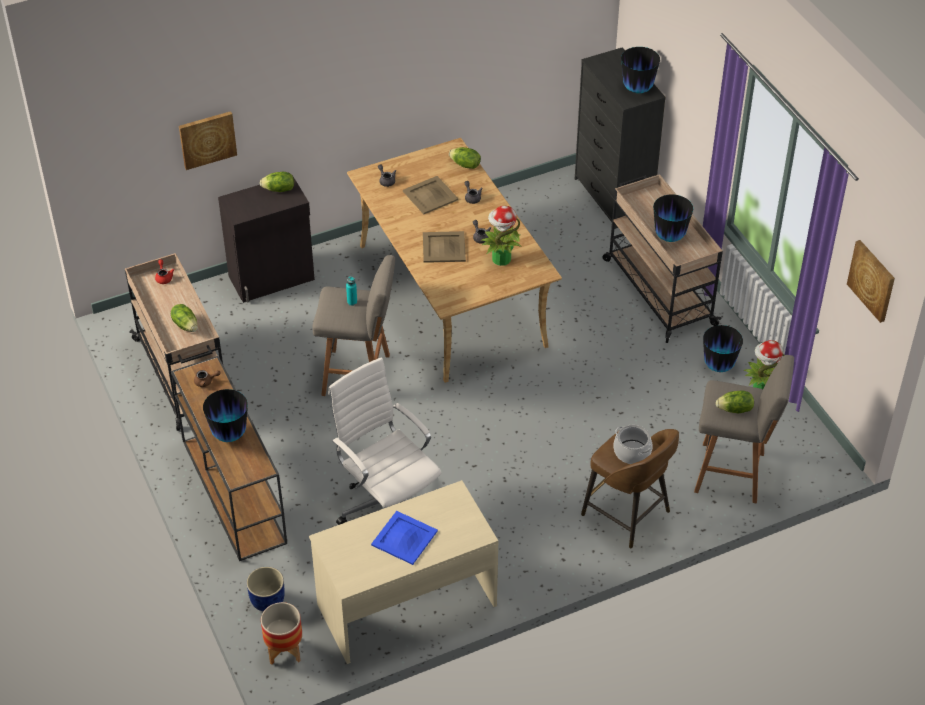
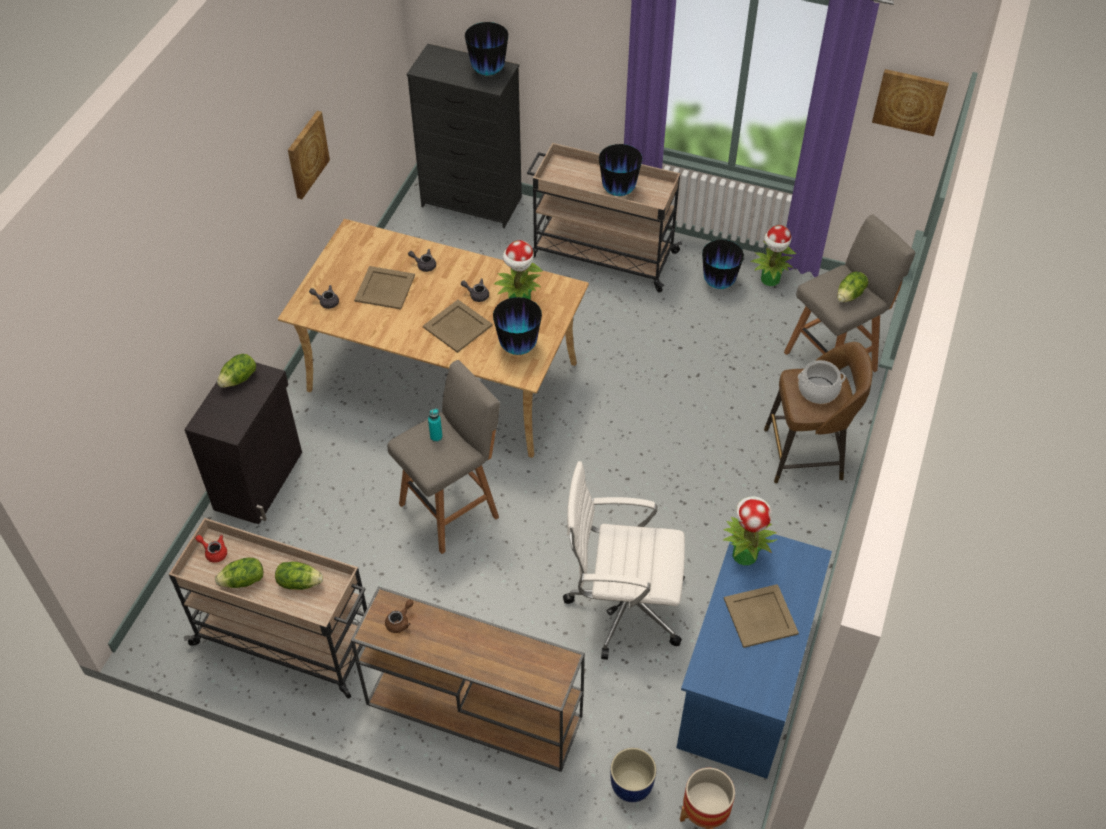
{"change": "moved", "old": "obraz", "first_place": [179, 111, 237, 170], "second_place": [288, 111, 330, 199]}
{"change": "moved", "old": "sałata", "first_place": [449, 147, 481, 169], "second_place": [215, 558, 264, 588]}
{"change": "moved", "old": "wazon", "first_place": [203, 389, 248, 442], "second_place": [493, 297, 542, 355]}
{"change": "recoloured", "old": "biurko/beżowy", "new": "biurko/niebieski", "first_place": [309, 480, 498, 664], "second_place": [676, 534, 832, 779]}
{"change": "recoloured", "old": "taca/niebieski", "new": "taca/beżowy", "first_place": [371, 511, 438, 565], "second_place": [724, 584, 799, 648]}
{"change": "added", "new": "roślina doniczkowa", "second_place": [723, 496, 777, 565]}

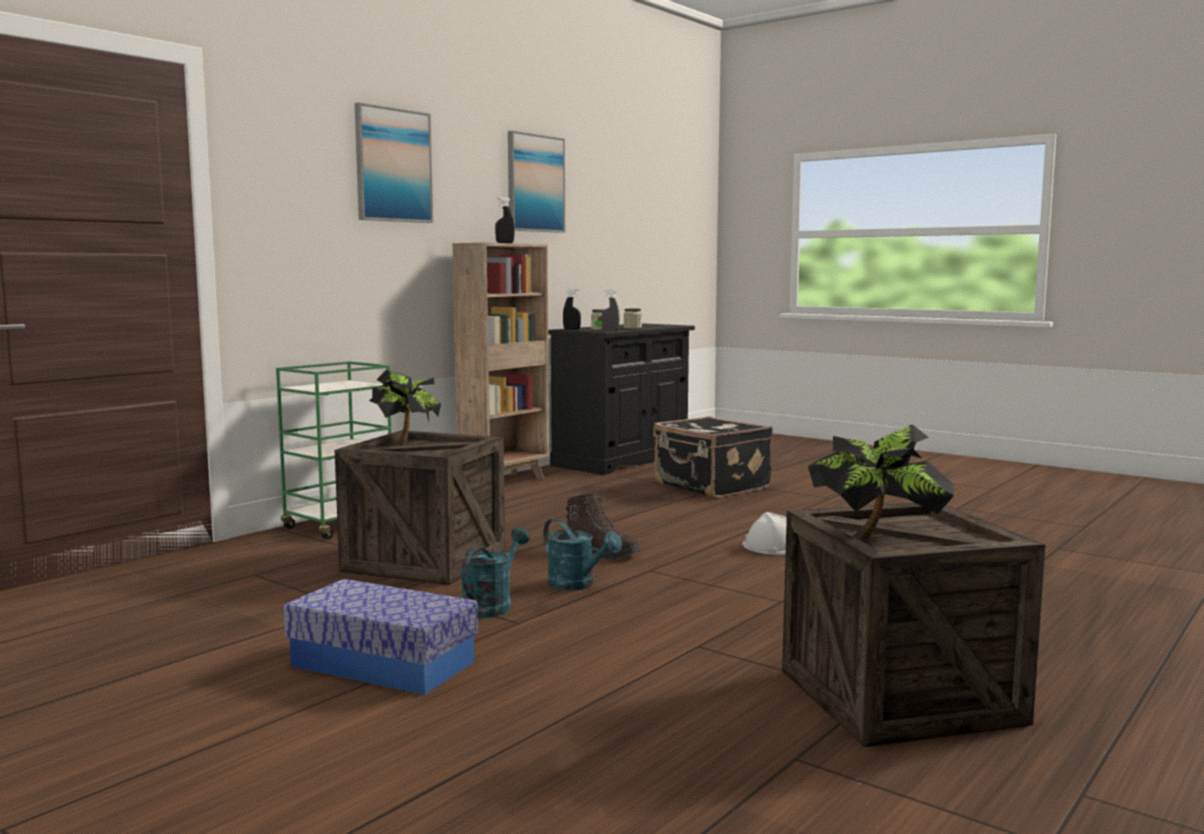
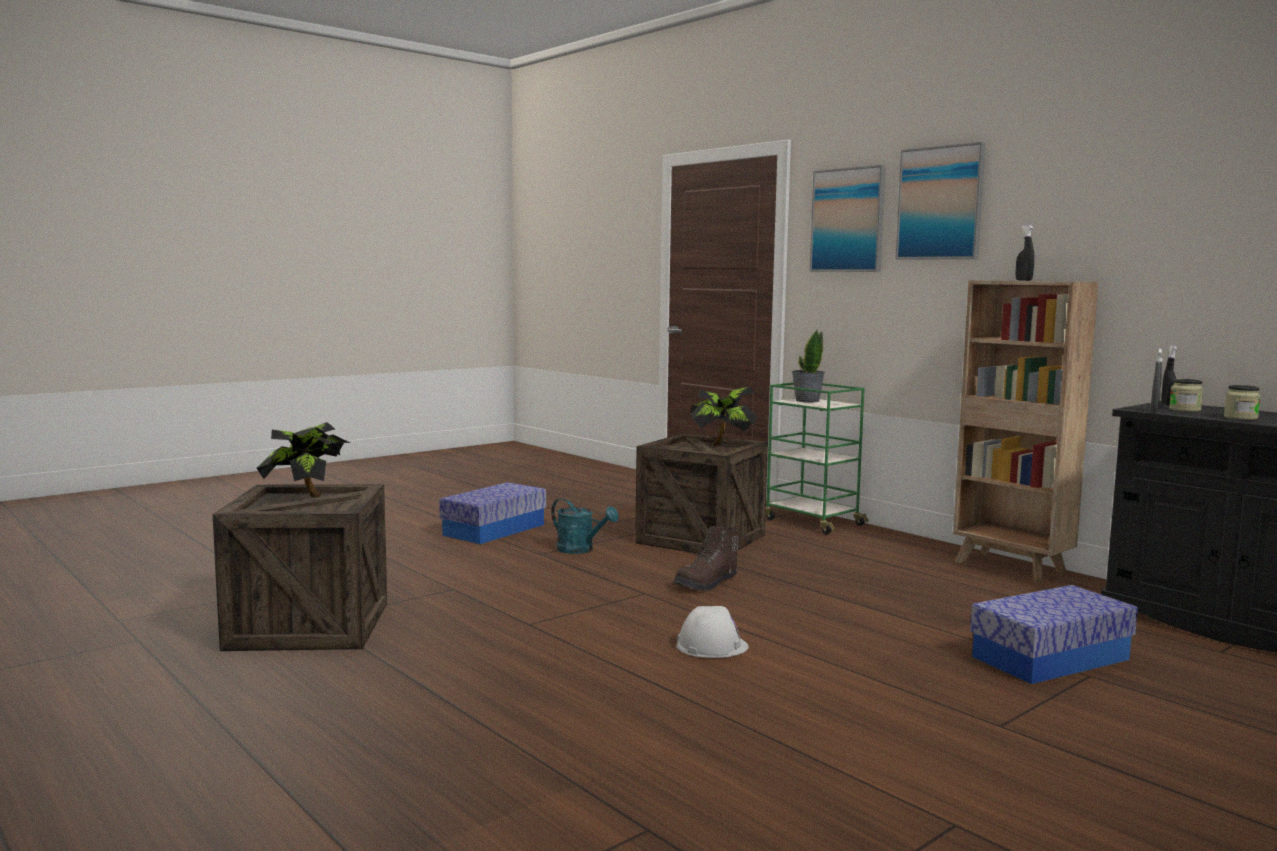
{"change": "moved", "old": "obraz", "first_place": [508, 131, 565, 233], "second_place": [810, 165, 886, 272]}
{"change": "replaced", "old": "walizka/czarny", "new": "pojemnik do przechowywania", "first_place": [653, 416, 773, 498], "second_place": [970, 585, 1138, 684]}
{"change": "removed", "old": "konewka/turkusowy", "first_place": [543, 518, 622, 591]}
{"change": "added", "new": "roślina doniczkowa", "second_place": [792, 330, 825, 402]}

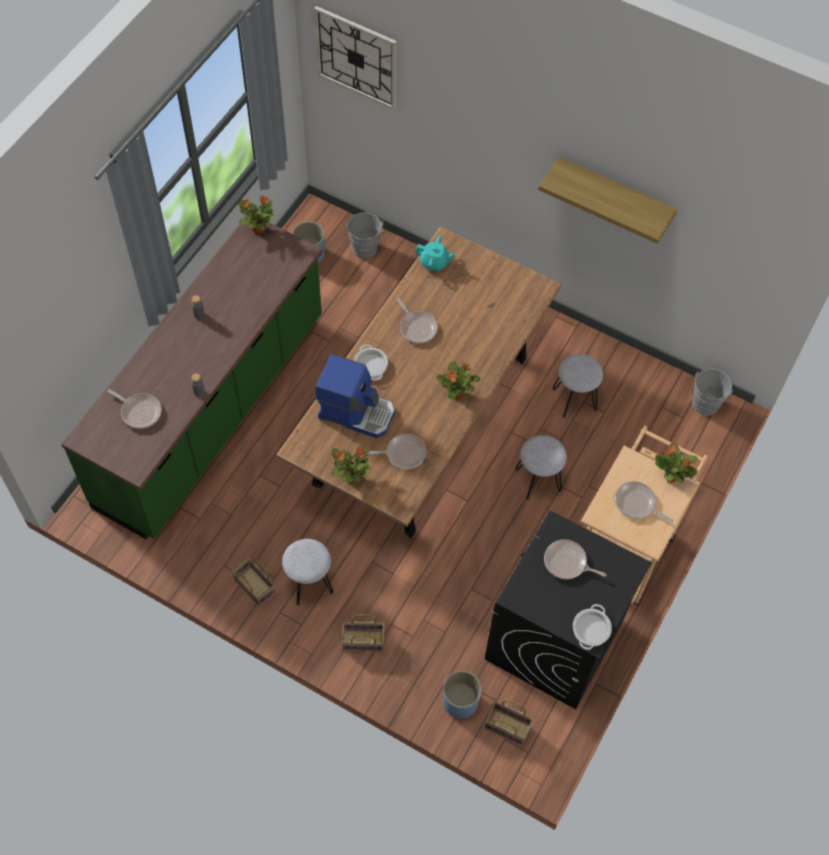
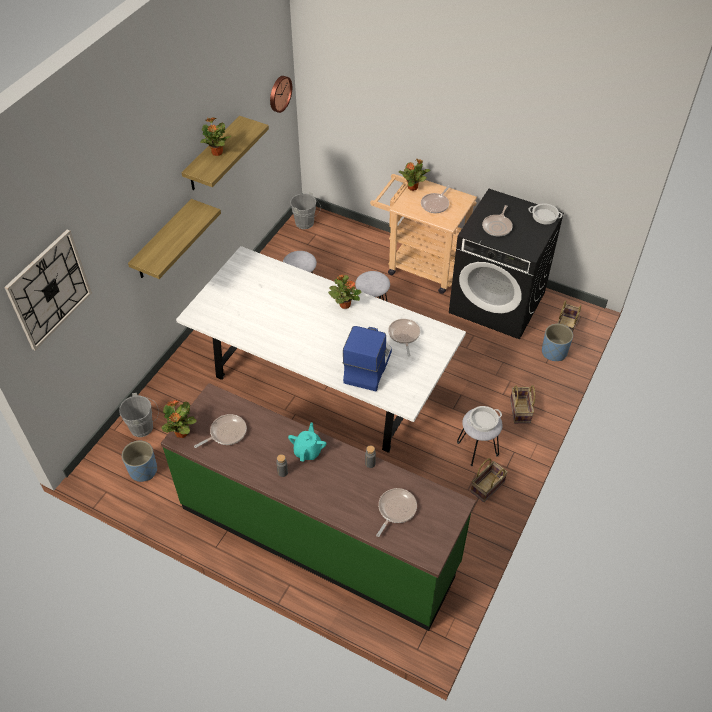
{"change": "recoloured", "old": "stół jadalny/brązowy", "new": "stół jadalny/biały", "first_place": [276, 227, 562, 538], "second_place": [176, 246, 466, 453]}
{"change": "moved", "old": "imbryk/turkusowy", "first_place": [415, 236, 456, 271], "second_place": [288, 422, 326, 462]}
{"change": "moved", "old": "patelnia", "first_place": [396, 298, 438, 343], "second_place": [194, 414, 247, 448]}
{"change": "moved", "old": "garnek", "first_place": [354, 344, 388, 381], "second_place": [467, 406, 502, 432]}
{"change": "moved", "old": "roślina doniczkowa", "first_place": [331, 447, 371, 483], "second_place": [200, 117, 231, 156]}
{"change": "added", "new": "zegar ścienny", "second_place": [270, 76, 292, 113]}
{"change": "added", "new": "półka", "second_place": [128, 199, 221, 279]}

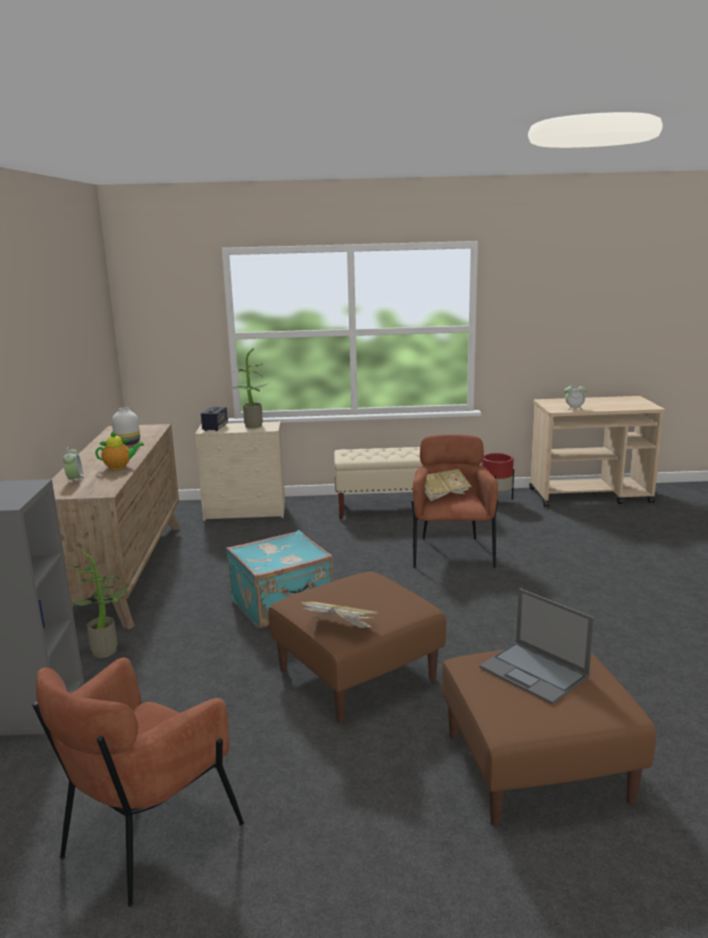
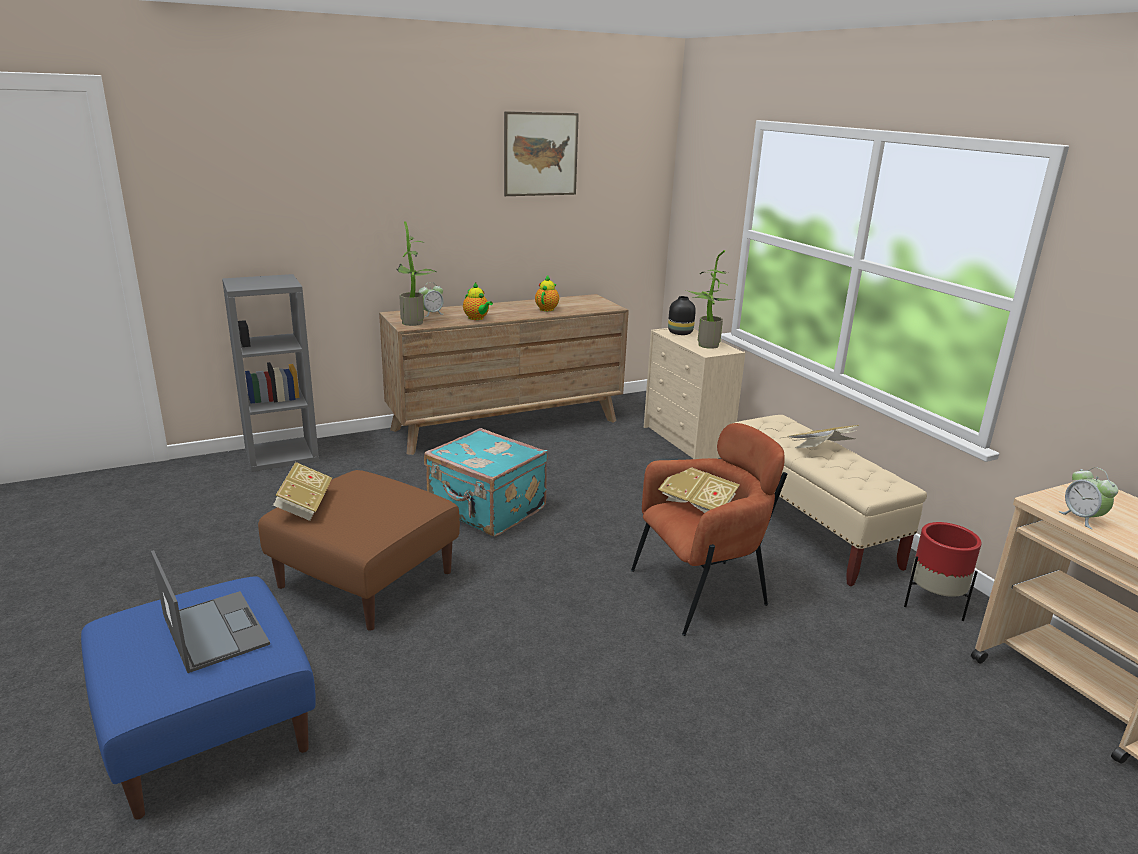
{"change": "replaced", "old": "głośnik", "new": "wazon/czarny", "first_place": [201, 407, 228, 431], "second_place": [668, 296, 696, 335]}
{"change": "replaced", "old": "wazon/biały", "new": "imbryk", "first_place": [112, 408, 140, 446], "second_place": [535, 275, 559, 311]}
{"change": "moved", "old": "roślina doniczkowa", "first_place": [67, 550, 129, 658], "second_place": [396, 221, 437, 326]}
{"change": "turned", "old": "laptop", "first_place": [479, 588, 594, 704], "second_place": [151, 550, 270, 673], "degrees": 120}
{"change": "recoloured", "old": "pufa/brązowy", "new": "pufa/niebieski", "first_place": [442, 650, 656, 827], "second_place": [81, 576, 316, 820]}
{"change": "removed", "old": "fotel/brązowy", "first_place": [32, 658, 244, 907]}
{"change": "added", "new": "obraz", "second_place": [504, 111, 579, 196]}
{"change": "added", "new": "książka", "second_place": [787, 425, 858, 448]}

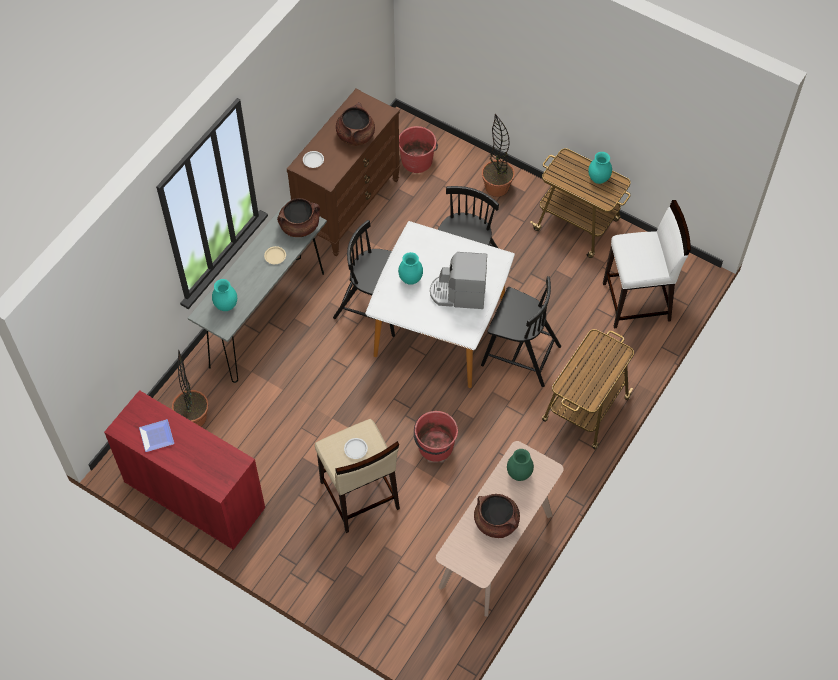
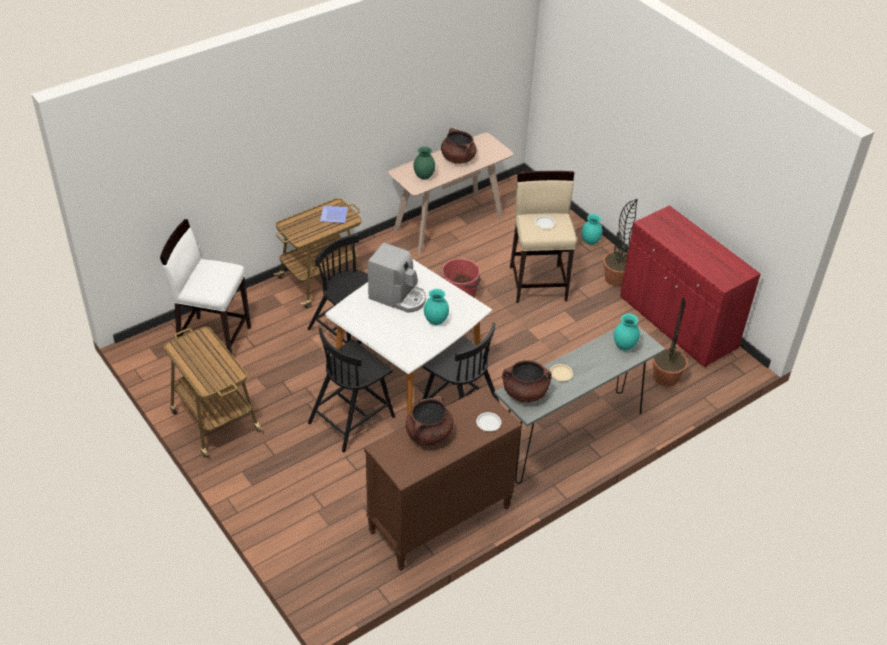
{"change": "moved", "old": "roślina doniczkowa", "first_place": [482, 114, 515, 197], "second_place": [604, 199, 638, 287]}
{"change": "removed", "old": "wiadro/czerwony", "first_place": [399, 126, 438, 173]}
{"change": "moved", "old": "wazon/turkusowy", "first_place": [588, 152, 612, 184], "second_place": [582, 214, 603, 245]}
{"change": "moved", "old": "talerz", "first_place": [139, 419, 174, 452], "second_place": [320, 206, 348, 223]}

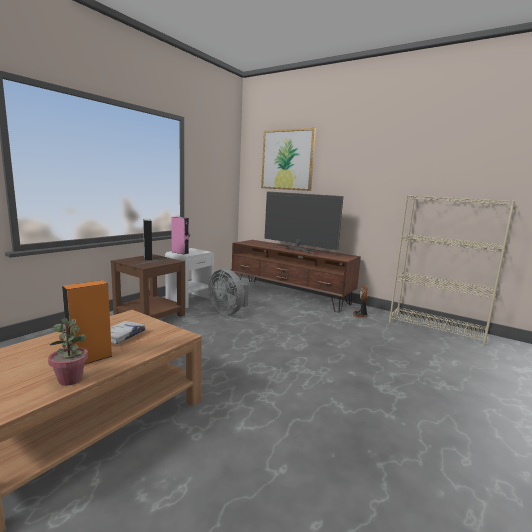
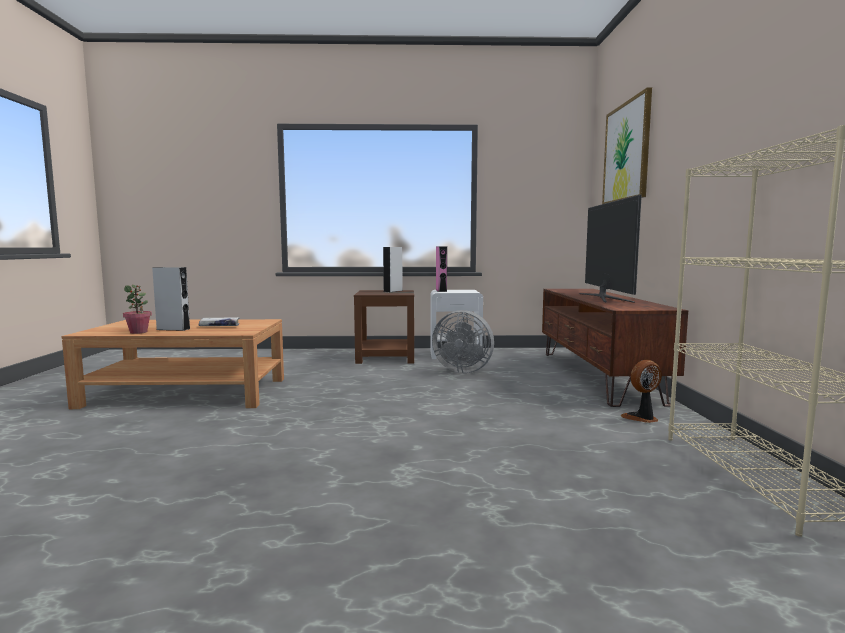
{"change": "turned", "old": "wentylator/szary", "first_place": [208, 269, 249, 315], "second_place": [432, 310, 494, 373], "degrees": -75}
{"change": "recoloured", "old": "głośnik/pomarańczowy", "new": "głośnik/szary", "first_place": [62, 280, 112, 365], "second_place": [152, 267, 190, 331]}

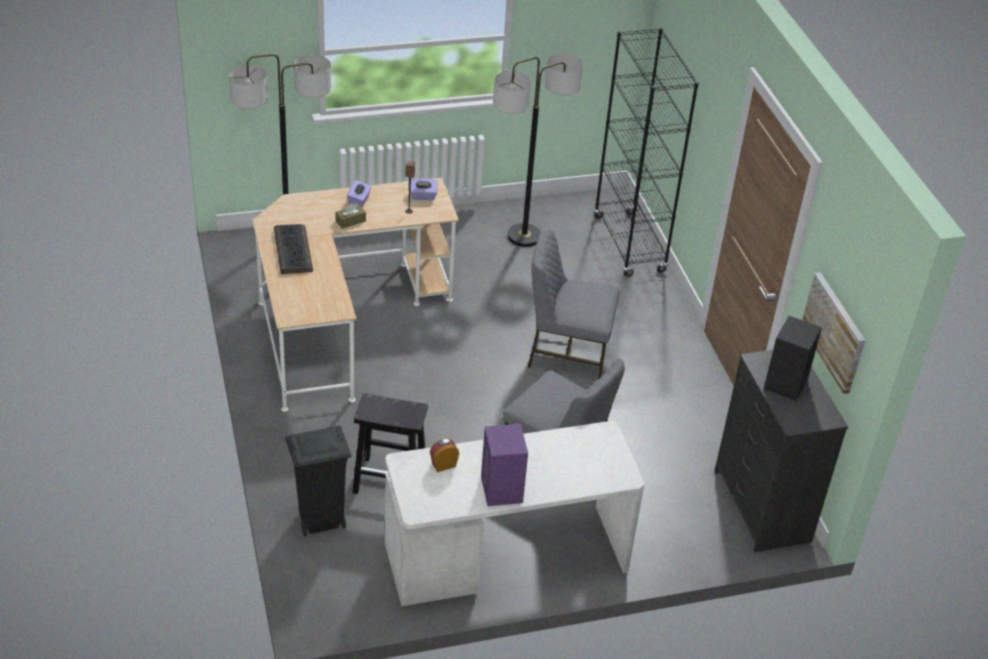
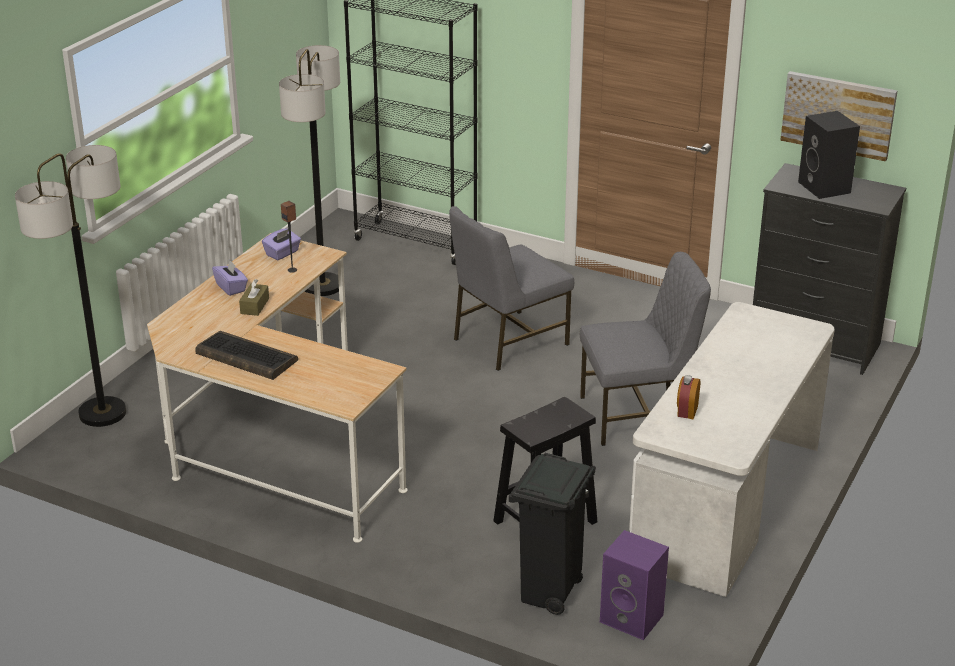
{"change": "moved", "old": "głośnik/fioletowy", "first_place": [481, 424, 528, 506], "second_place": [600, 530, 669, 640]}

